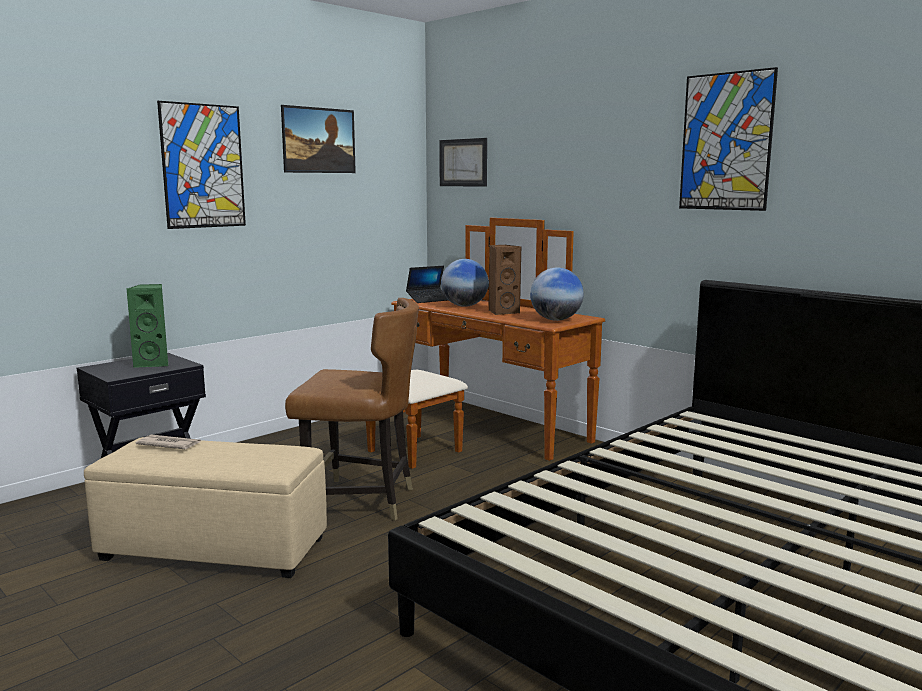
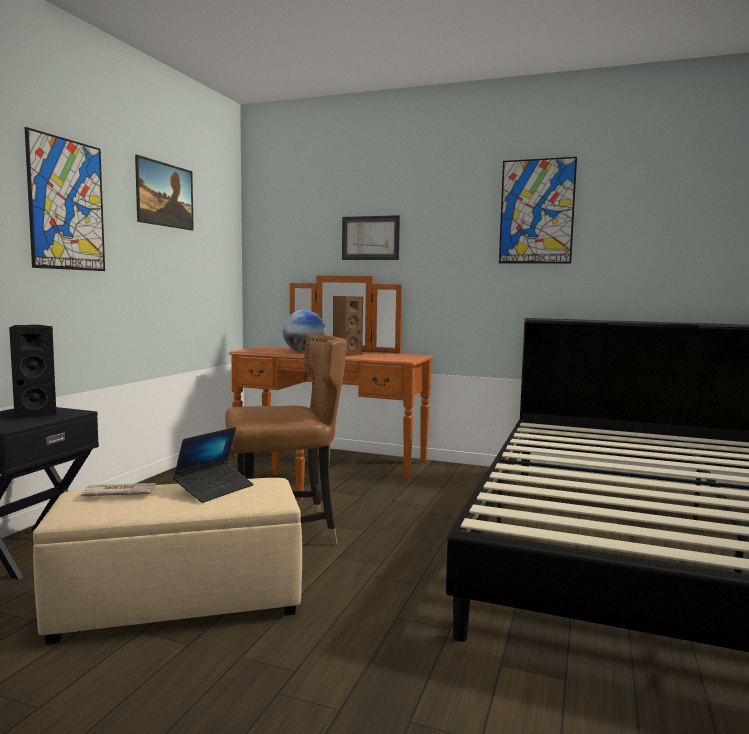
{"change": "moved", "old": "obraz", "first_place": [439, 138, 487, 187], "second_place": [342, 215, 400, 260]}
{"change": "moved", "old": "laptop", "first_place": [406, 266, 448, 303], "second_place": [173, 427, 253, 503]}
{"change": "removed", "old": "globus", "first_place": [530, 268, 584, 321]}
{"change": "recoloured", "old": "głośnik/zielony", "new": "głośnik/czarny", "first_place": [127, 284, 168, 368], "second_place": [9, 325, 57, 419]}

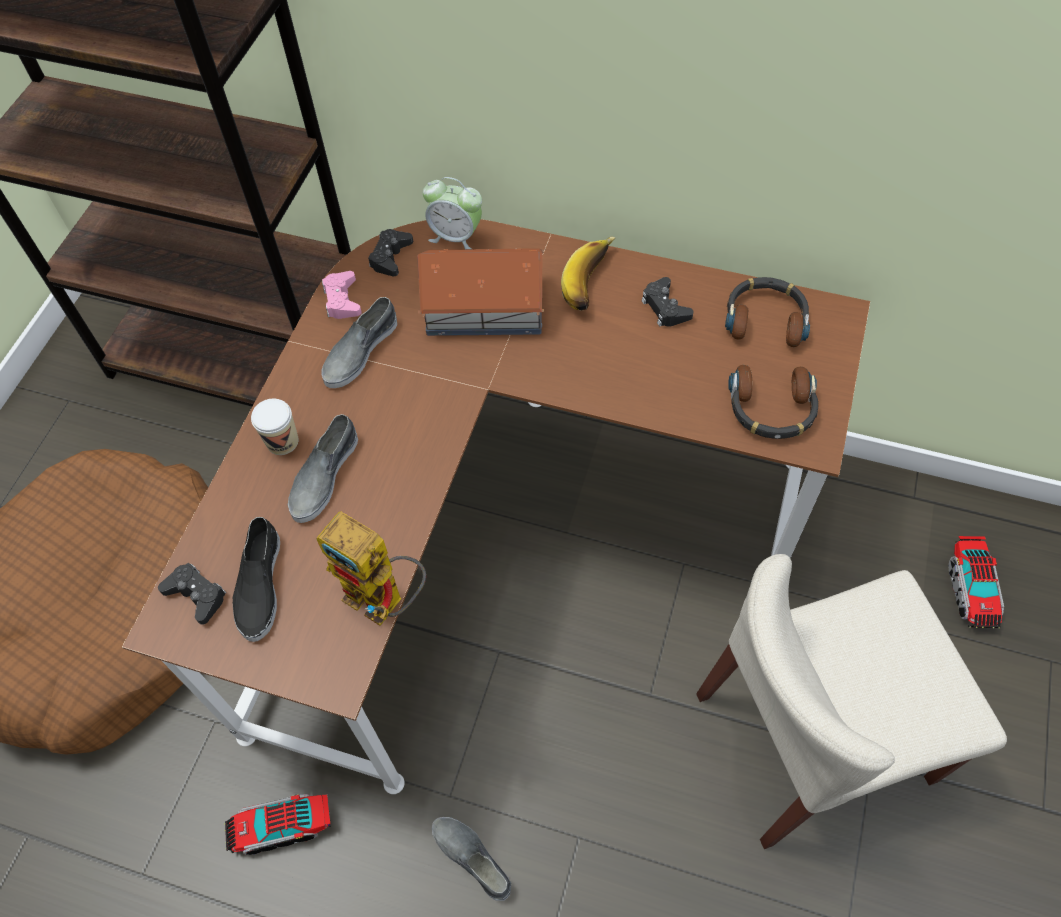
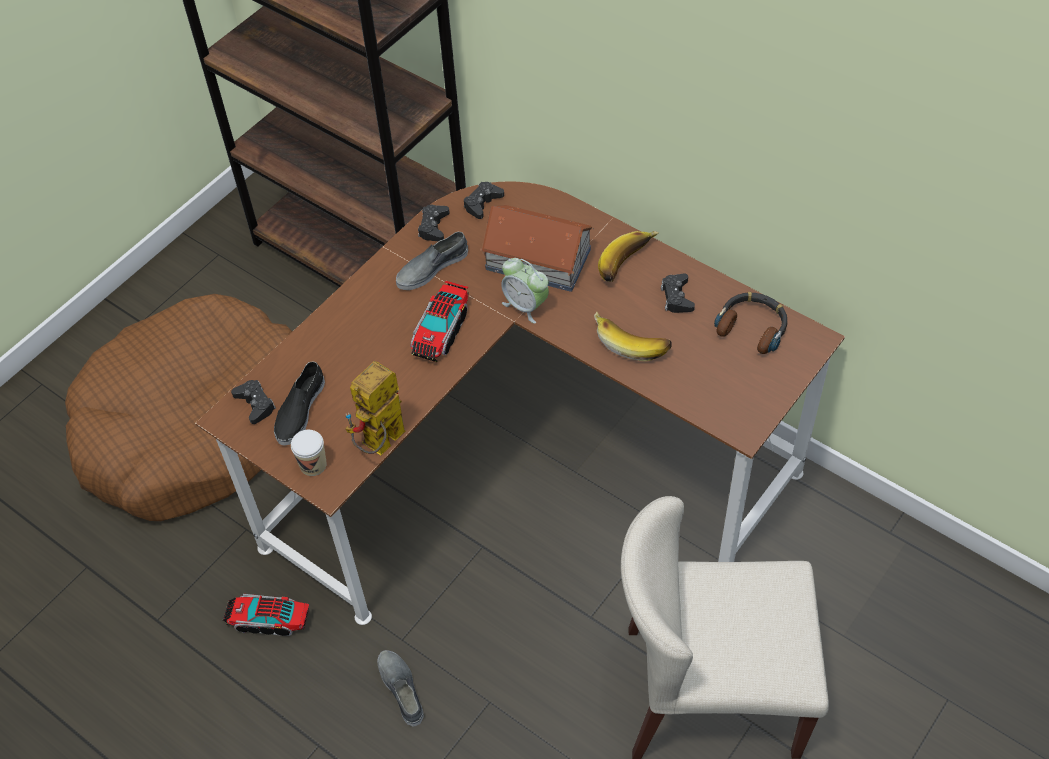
{"change": "moved", "old": "budzik", "first_place": [423, 177, 482, 249], "second_place": [501, 258, 549, 324]}
{"change": "recoloured", "old": "pad do gier/różowy", "new": "pad do gier/czarny", "first_place": [322, 271, 362, 319], "second_place": [418, 205, 450, 241]}
{"change": "removed", "old": "słuchawki", "first_place": [728, 365, 819, 439]}
{"change": "moved", "old": "filiżanka", "first_place": [251, 399, 298, 455], "second_place": [291, 430, 327, 476]}
{"change": "removed", "old": "but/szary", "first_place": [288, 414, 358, 523]}
{"change": "turned", "old": "robot zabawkowy", "first_place": [316, 511, 426, 626], "second_place": [345, 361, 405, 456], "degrees": 75}
{"change": "moved", "old": "ciężarówka zabawkowa", "first_place": [949, 536, 1004, 628], "second_place": [411, 281, 469, 362]}
{"change": "added", "new": "banan", "second_place": [594, 312, 671, 361]}

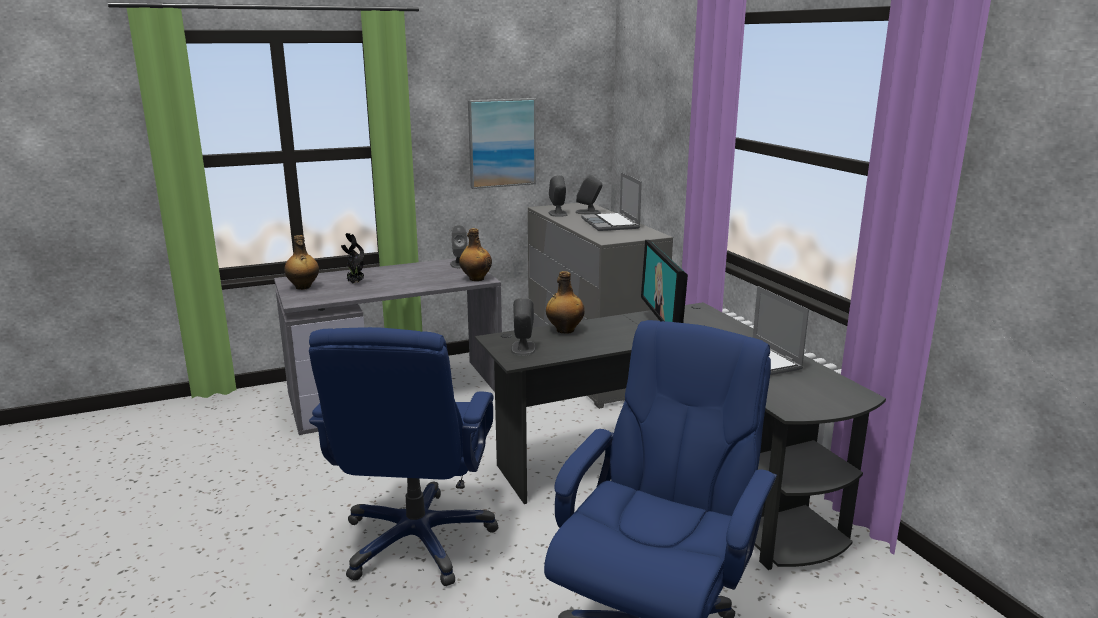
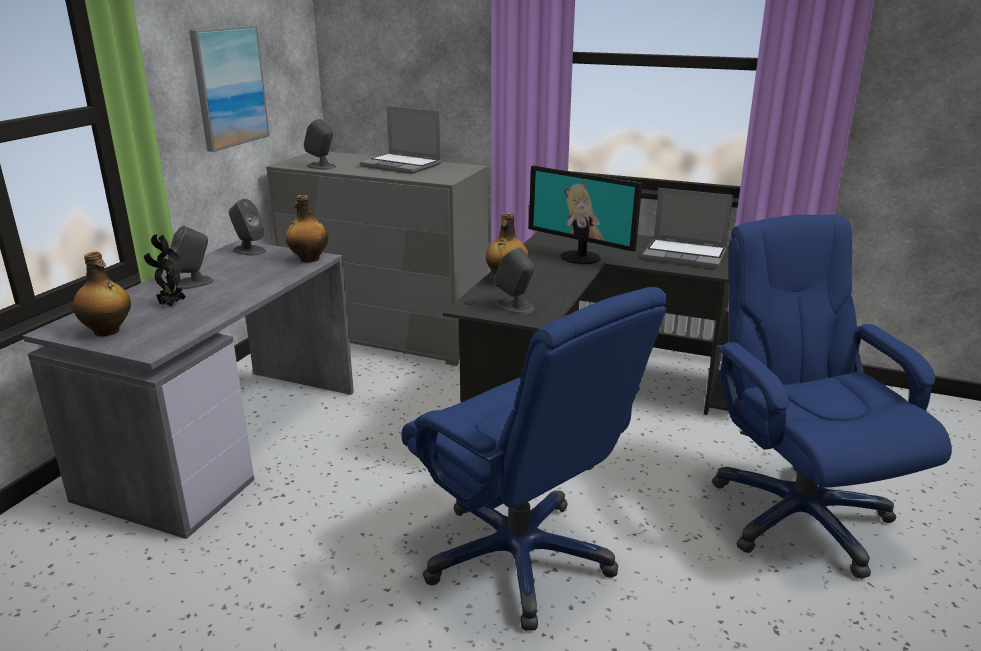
{"change": "moved", "old": "głośnik/szary", "first_place": [575, 174, 602, 215], "second_place": [168, 226, 213, 290]}

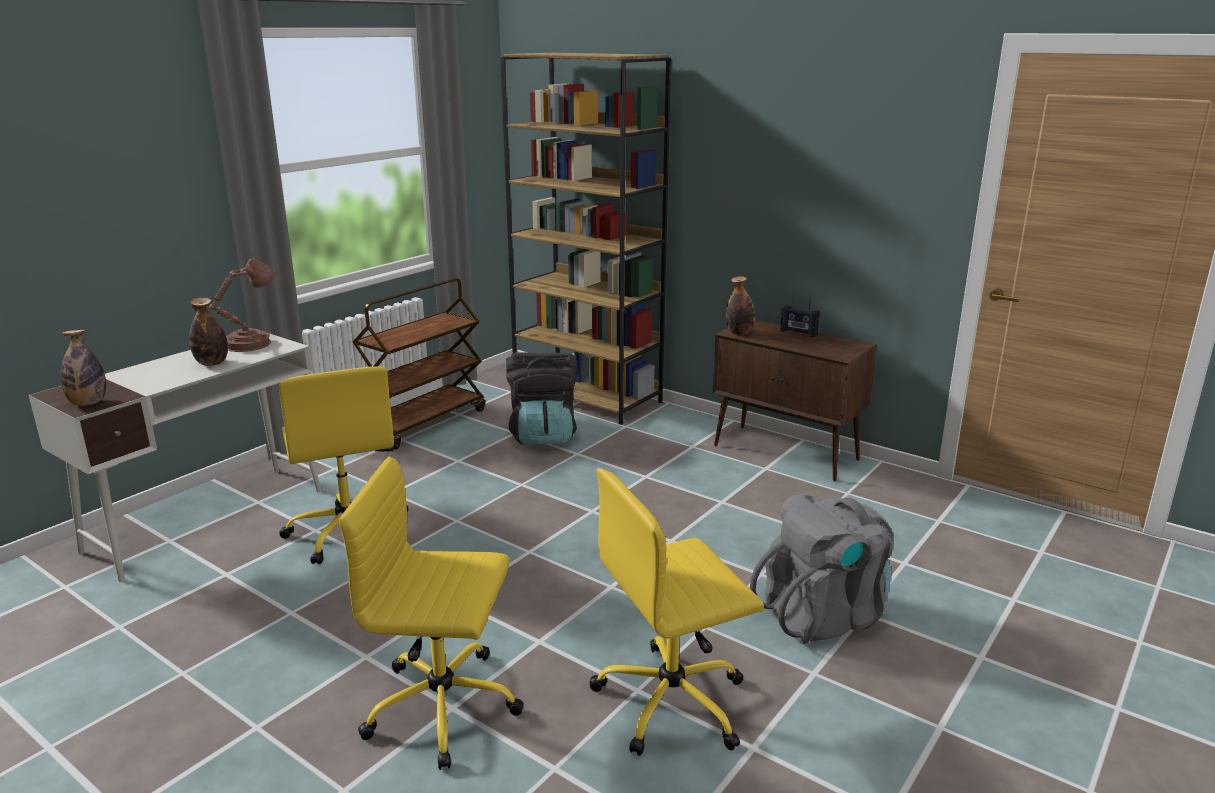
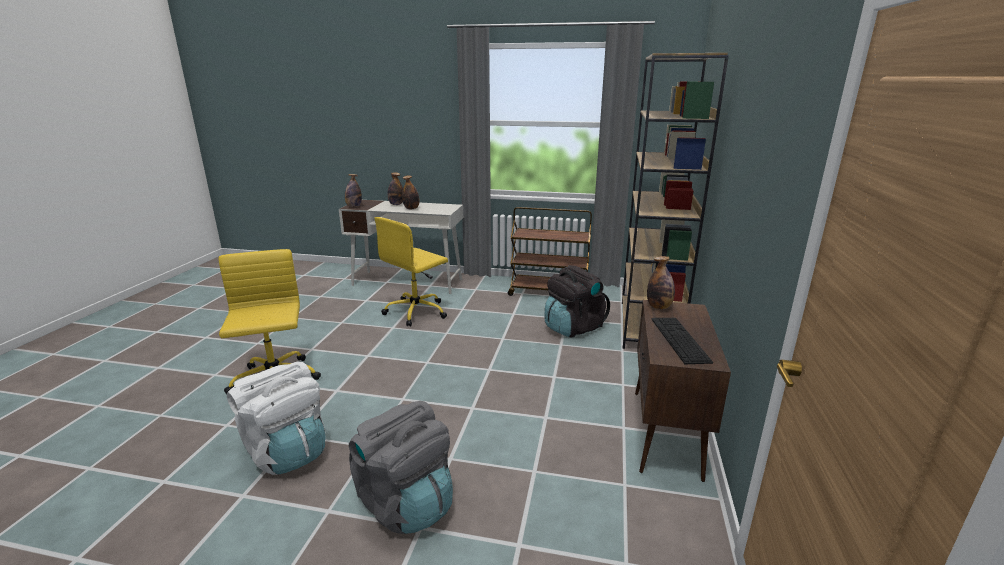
{"change": "removed", "old": "lampa stołowa/brązowy", "first_place": [209, 259, 275, 352]}
{"change": "removed", "old": "radio", "first_place": [780, 295, 820, 337]}
{"change": "replaced", "old": "krzesło biurowe/żółty", "new": "plecak/biały", "first_place": [589, 468, 764, 756], "second_place": [227, 362, 326, 475]}
{"change": "added", "new": "butelka", "second_place": [388, 172, 403, 205]}
{"change": "added", "new": "klawiatura", "second_place": [651, 318, 713, 364]}

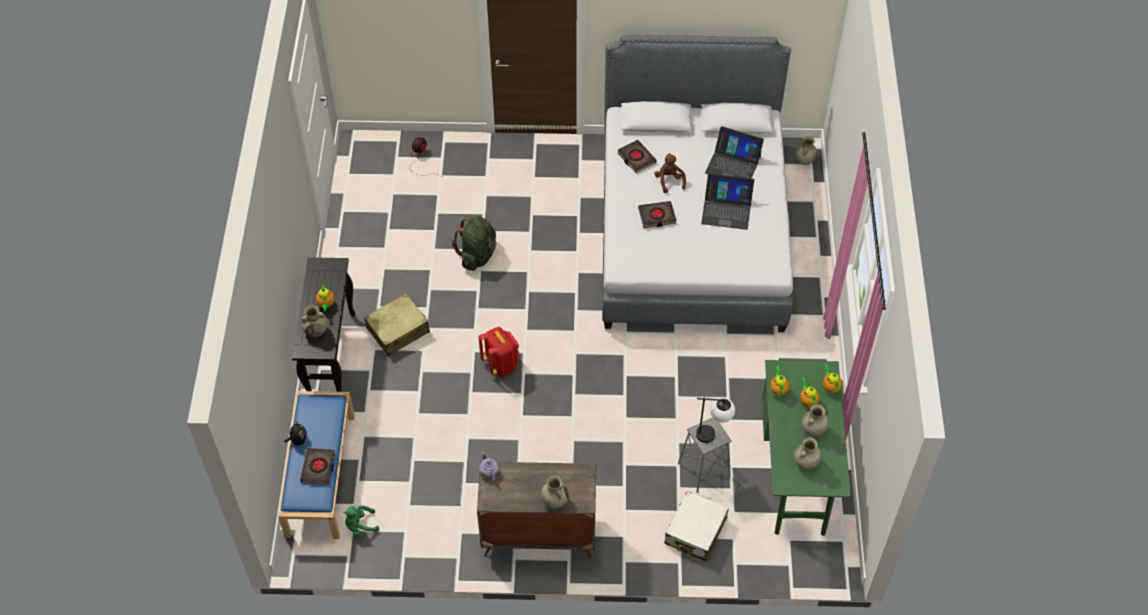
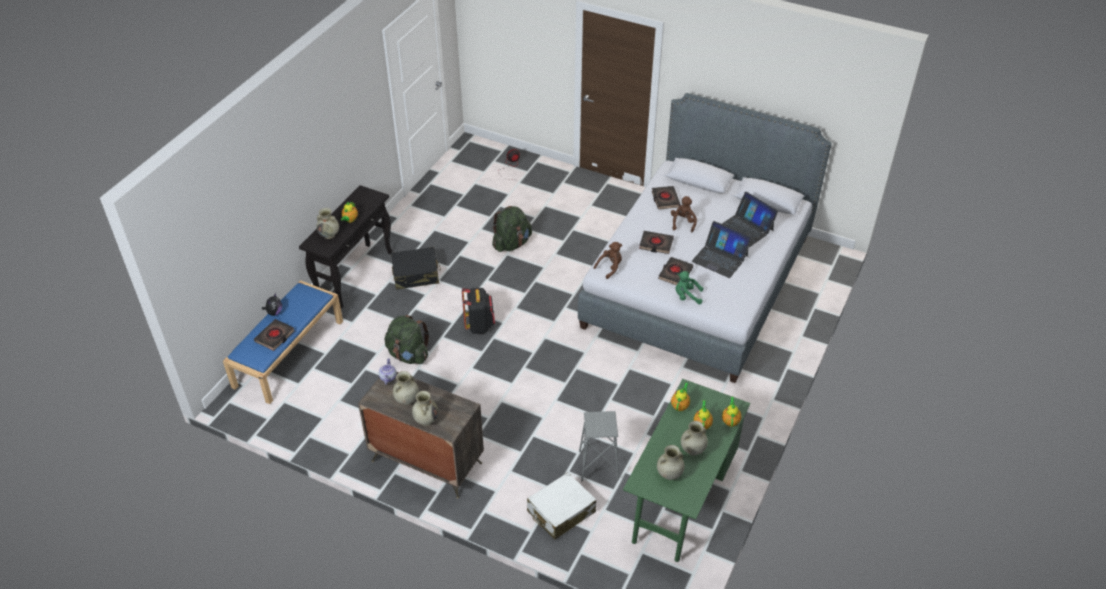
{"change": "moved", "old": "wazon/beżowy", "first_place": [795, 136, 817, 165], "second_place": [393, 371, 419, 405]}
{"change": "recoloured", "old": "walizka/beżowy", "new": "walizka/czarny", "first_place": [364, 293, 430, 356], "second_place": [391, 247, 441, 290]}
{"change": "recoloured", "old": "plecak/czerwony", "new": "plecak/czarny", "first_place": [479, 327, 520, 377], "second_place": [462, 288, 495, 334]}
{"change": "removed", "old": "lampa stołowa", "first_place": [696, 397, 735, 443]}
{"change": "moved", "old": "pluszak/zielony", "first_place": [343, 505, 379, 537], "second_place": [676, 271, 703, 305]}
{"change": "added", "new": "pluszak/brązowy", "second_place": [594, 242, 622, 279]}
{"change": "added", "new": "książka/czarny", "second_place": [658, 257, 693, 285]}
{"change": "added", "new": "plecak/zielony", "second_place": [384, 315, 429, 364]}

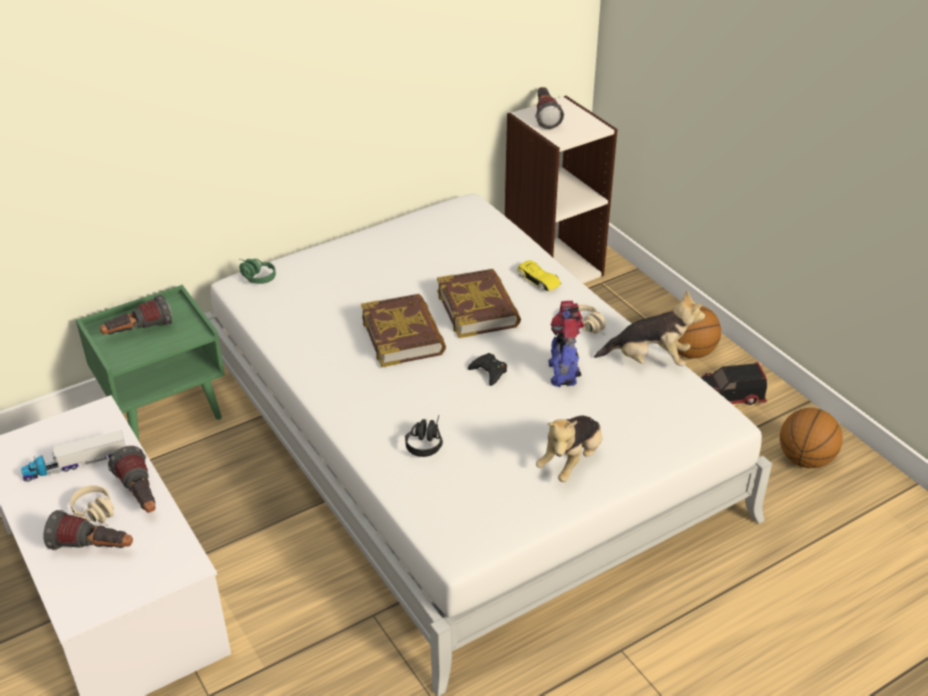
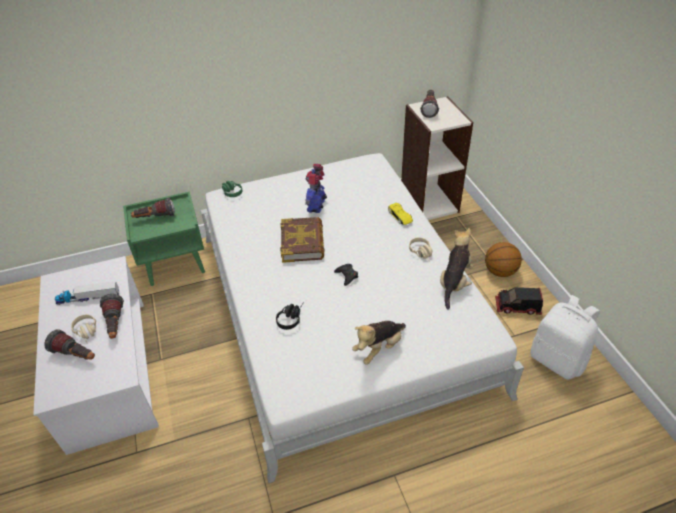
{"change": "removed", "old": "książka", "first_place": [437, 269, 521, 338]}
{"change": "turned", "old": "pluszak", "first_place": [594, 290, 705, 366], "second_place": [440, 228, 473, 310], "degrees": -90}
{"change": "moved", "old": "robot zabawkowy", "first_place": [548, 301, 584, 387], "second_place": [305, 164, 327, 213]}
{"change": "replaced", "old": "piłka do koszykówki", "new": "plecak/biały", "first_place": [780, 408, 843, 468], "second_place": [530, 295, 600, 379]}

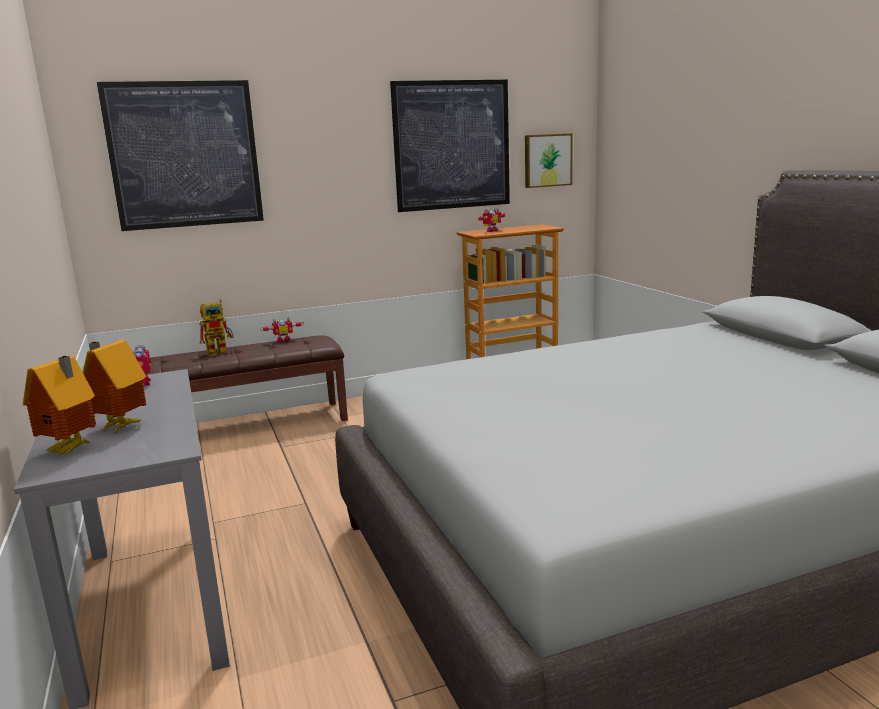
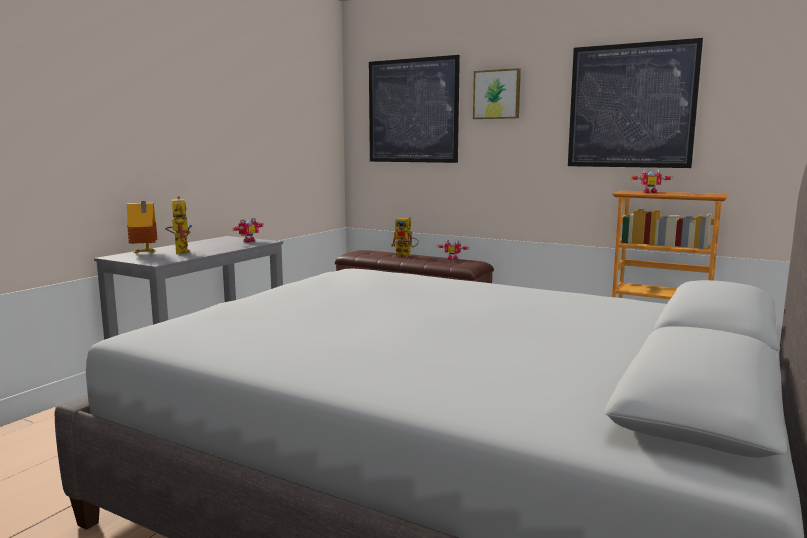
{"change": "moved", "old": "obraz", "first_place": [525, 133, 573, 188], "second_place": [473, 68, 521, 119]}
{"change": "replaced", "old": "domek", "new": "robot zabawkowy", "first_place": [83, 340, 146, 434], "second_place": [165, 196, 192, 254]}

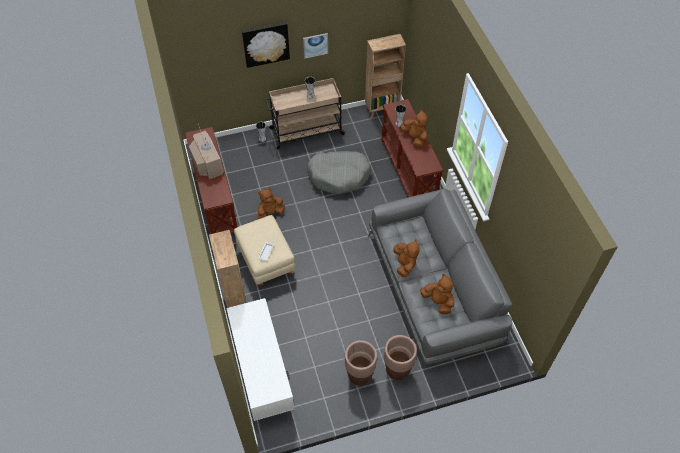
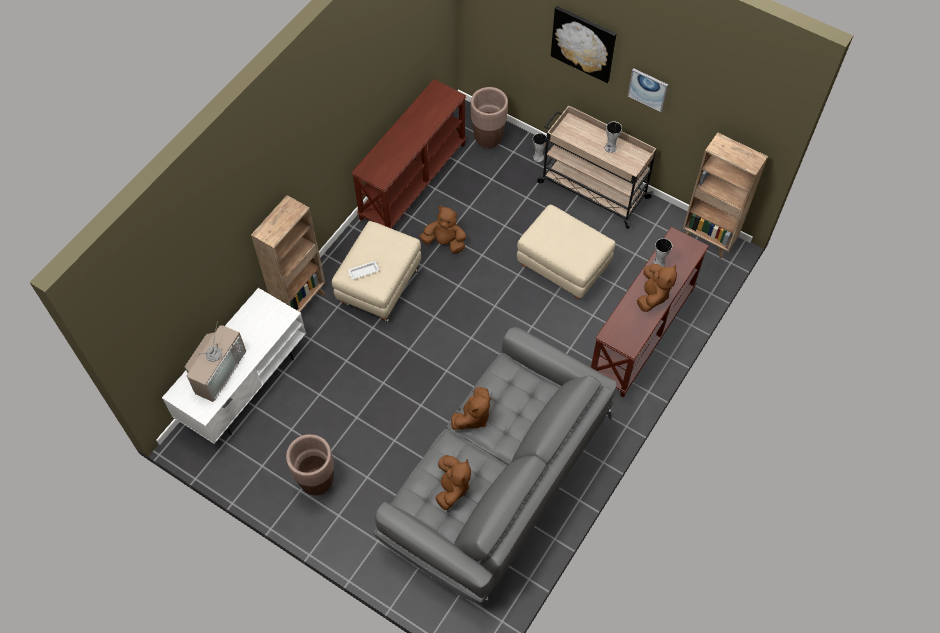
{"change": "moved", "old": "telewizor", "first_place": [189, 124, 223, 179], "second_place": [185, 321, 246, 402]}
{"change": "replaced", "old": "legowisko/szary", "new": "pufa/beżowy", "first_place": [307, 151, 371, 194], "second_place": [517, 205, 616, 299]}
{"change": "moved", "old": "donica/brązowy", "first_place": [384, 335, 417, 380], "second_place": [470, 87, 508, 149]}

